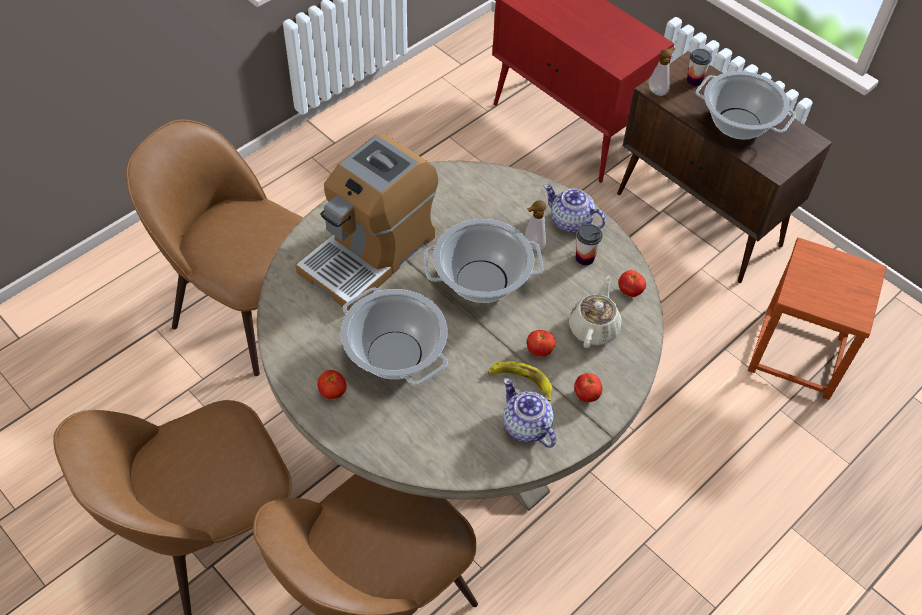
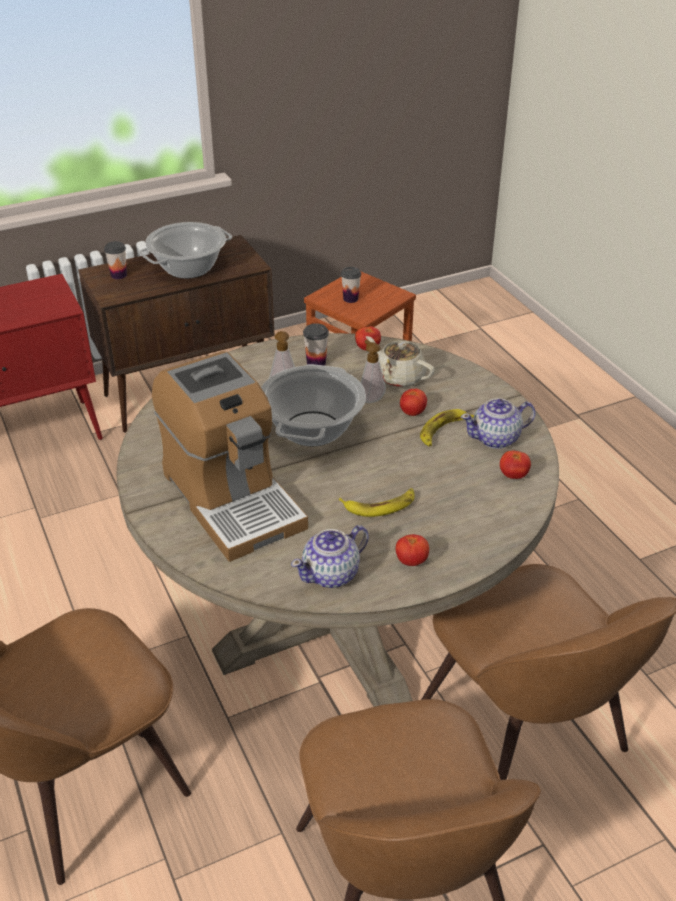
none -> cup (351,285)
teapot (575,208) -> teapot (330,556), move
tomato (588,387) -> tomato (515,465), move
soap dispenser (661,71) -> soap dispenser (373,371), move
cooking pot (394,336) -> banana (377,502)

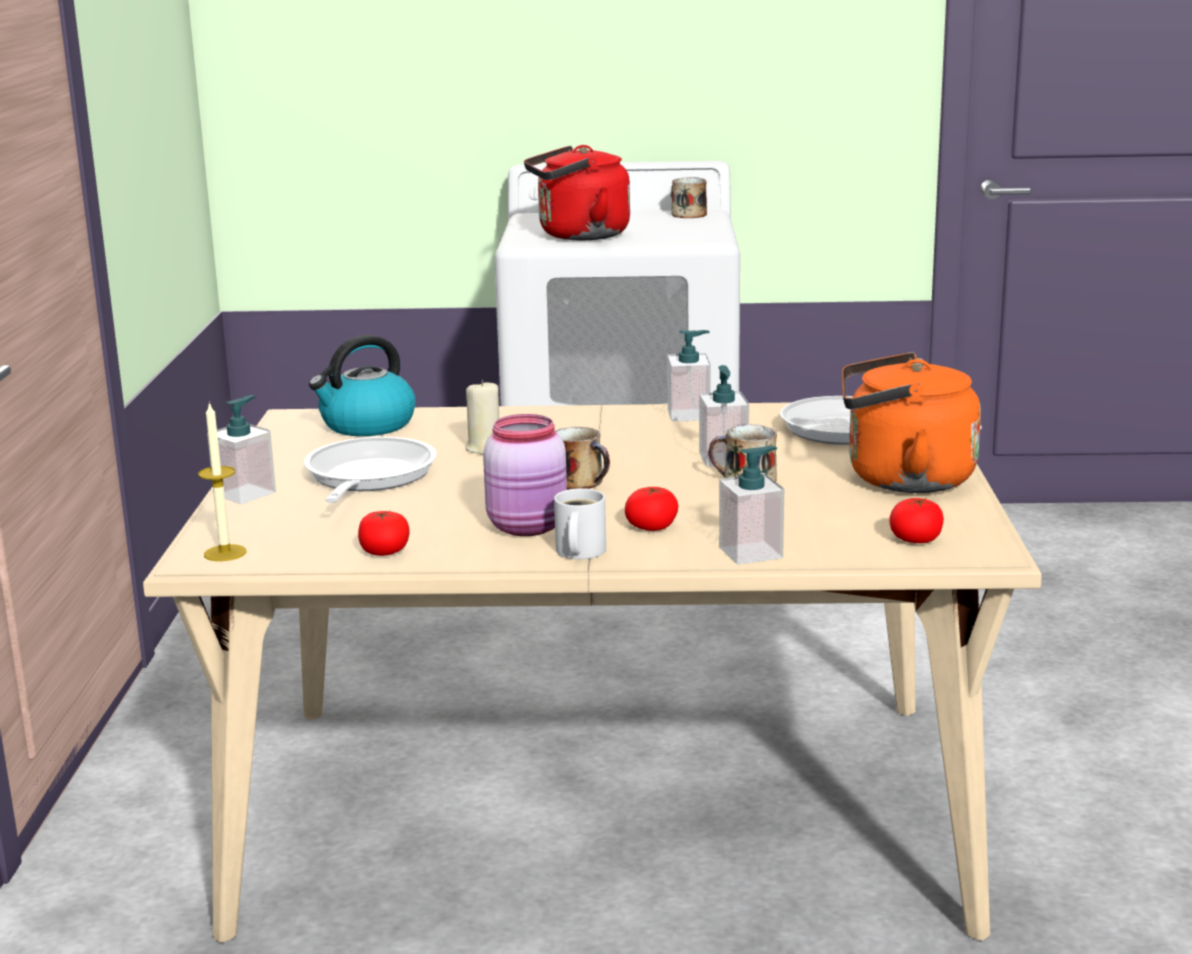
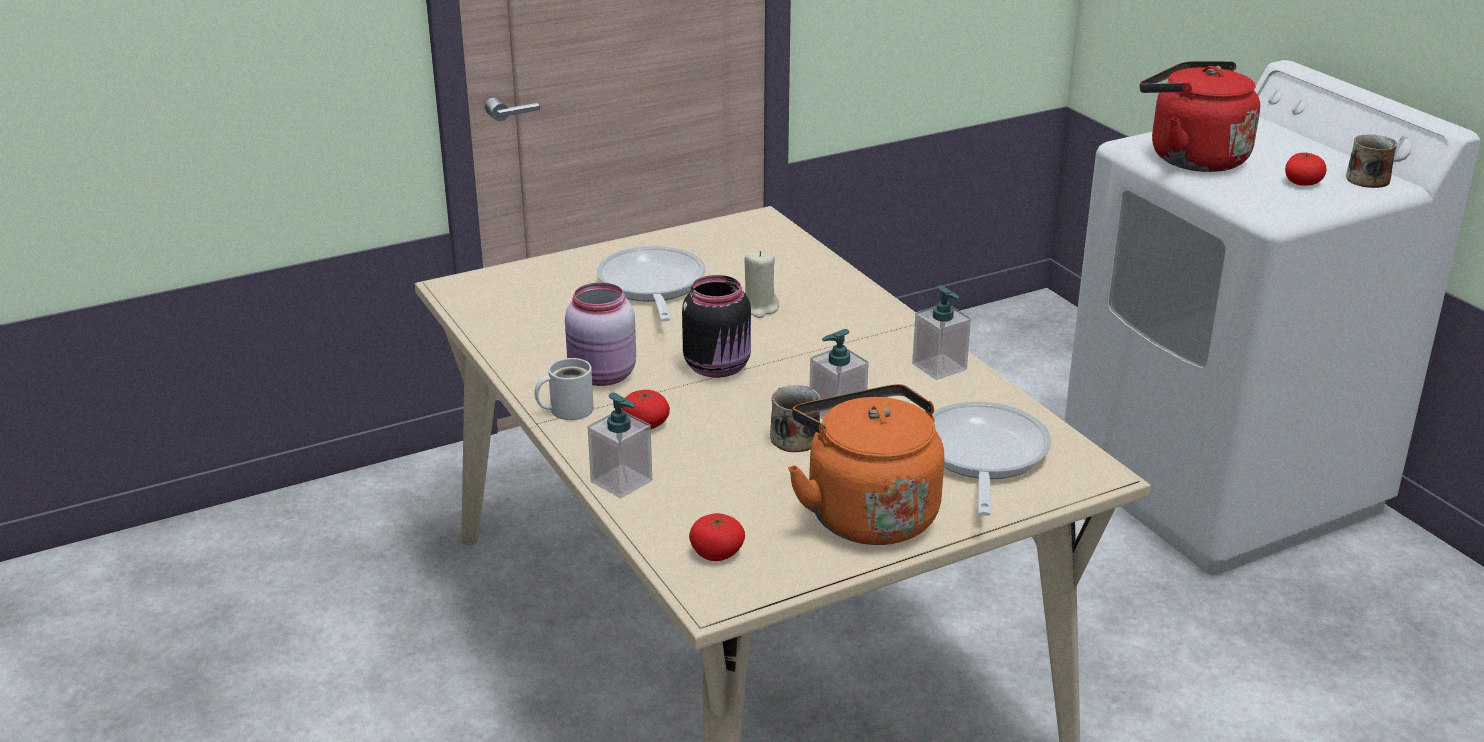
candle (222,481) -> none
soap dispenser (241,449) -> none
kettle (362,385) -> none
tomato (383,533) -> tomato (1306,169), move
mug (582,458) -> black jar (716,326)
frying pan (370,470) -> frying pan (651,283), 75 degrees counterclockwise

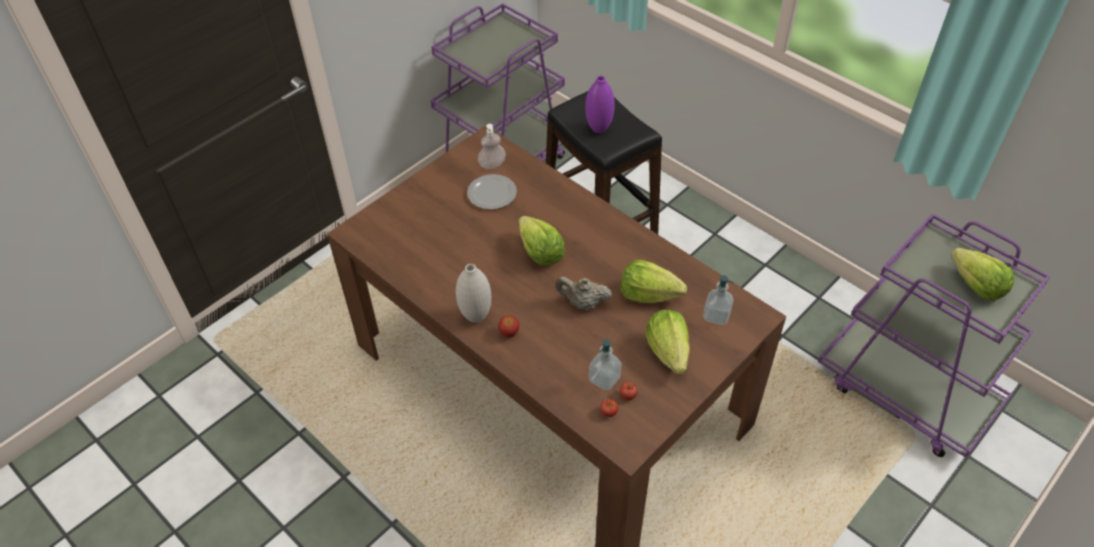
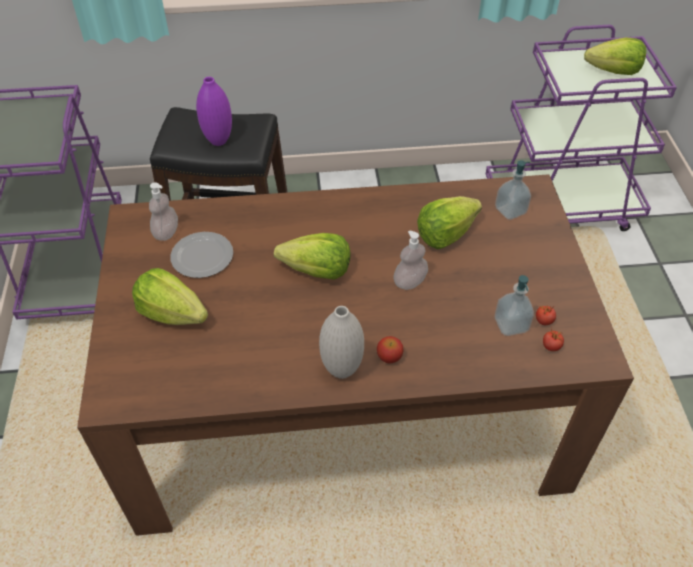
lettuce (667,342) -> lettuce (170,296), move
beige teapot (583,293) -> soap dispenser (410,260)

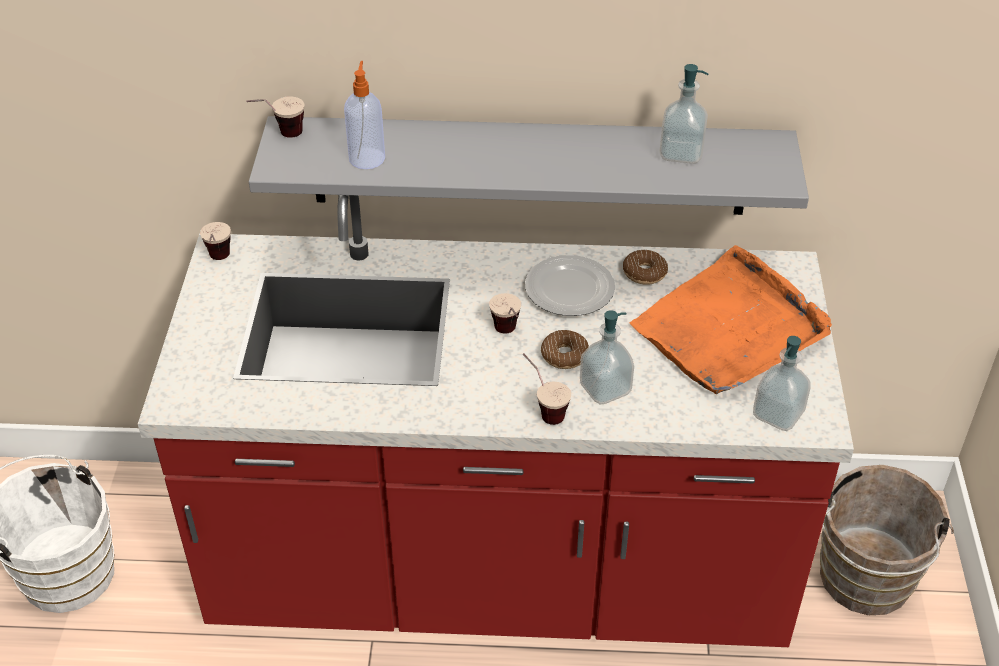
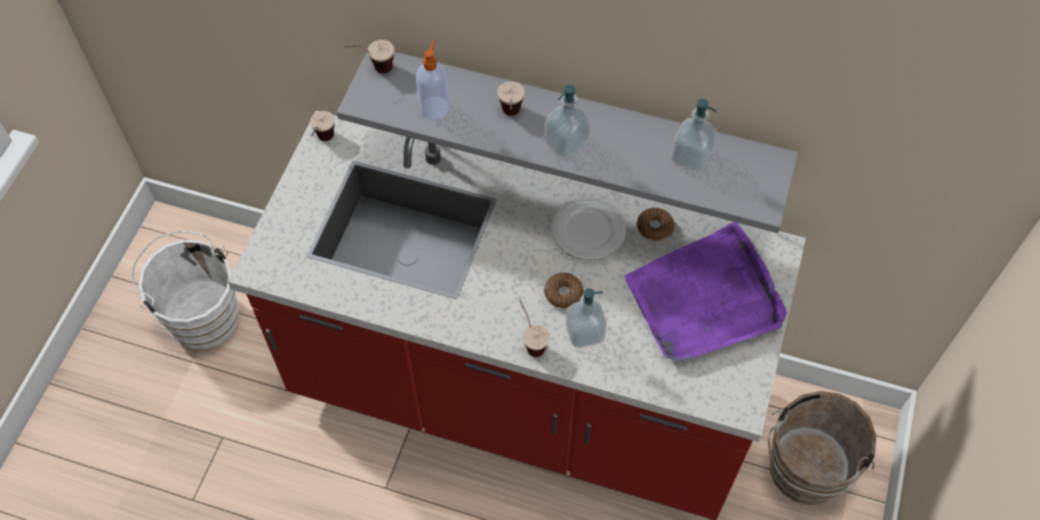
cup (505,313) -> cup (511,98), move
soap dispenser (782,383) -> soap dispenser (567,121), move
orange tray (731,320) -> purple tray (705,291)

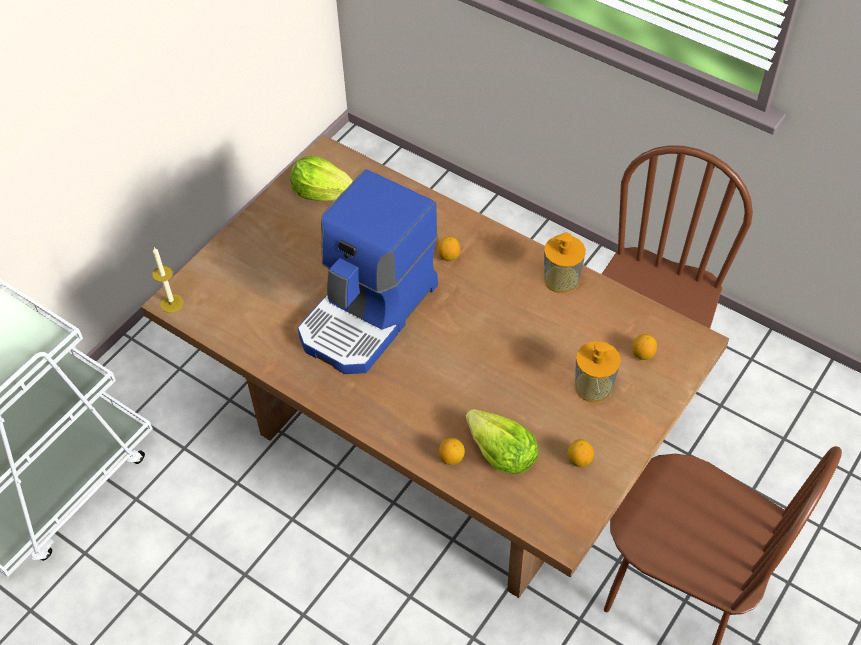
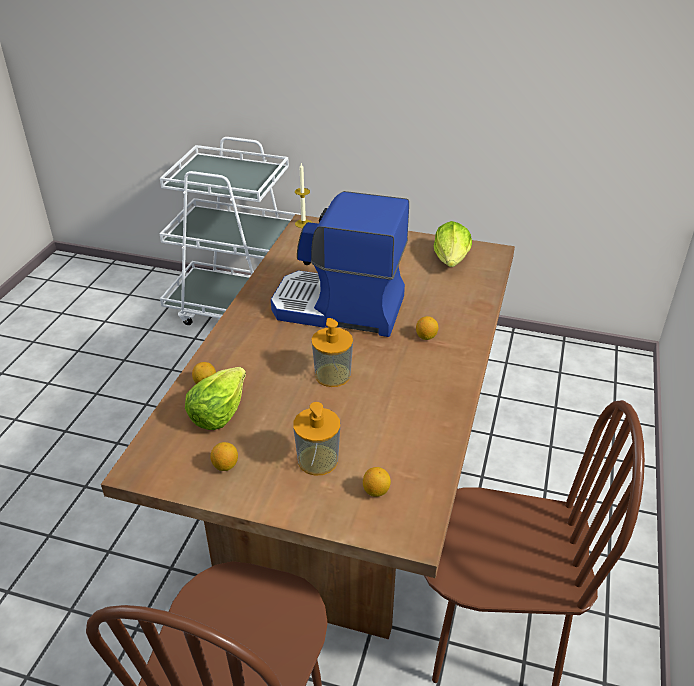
soap dispenser (565,263) -> soap dispenser (332,352), move

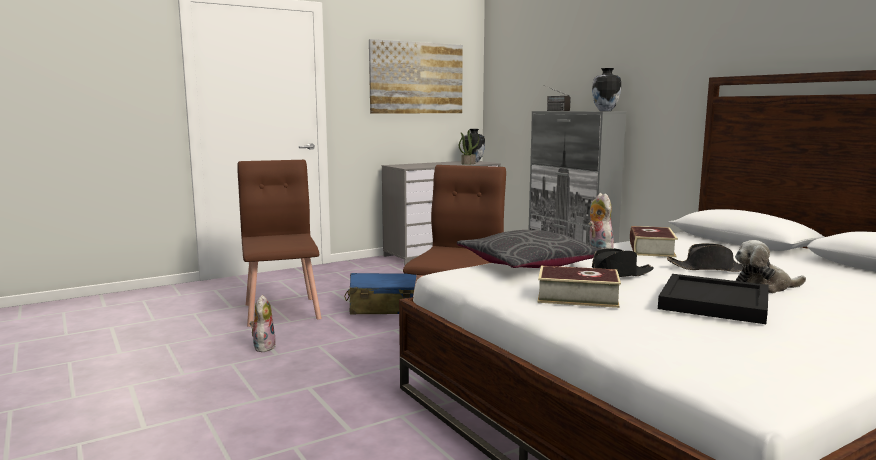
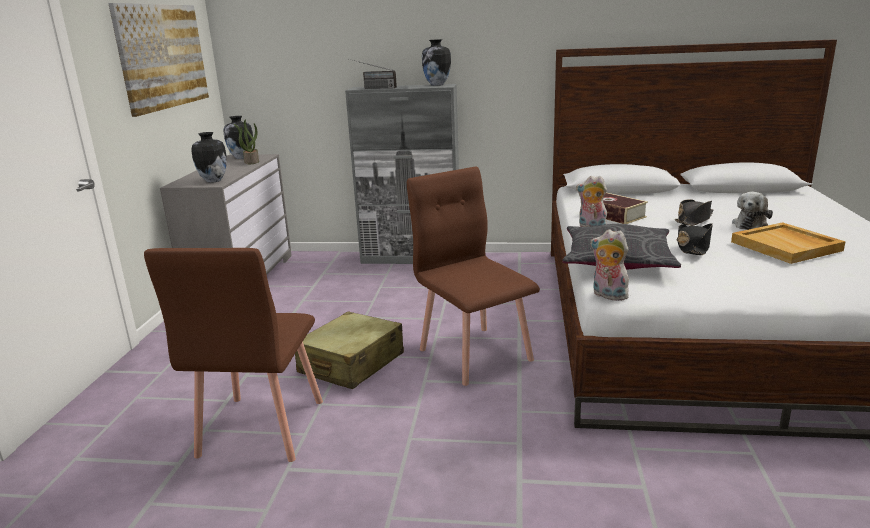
book (579,287) -> none
none -> vase (209,157)
plush toy (262,323) -> plush toy (609,265), move
blue suitcase (380,294) -> beige suitcase (349,350)
black tray (713,299) -> beige tray (788,243)
brown chair (279,243) -> brown chair (233,355), 105 degrees counterclockwise

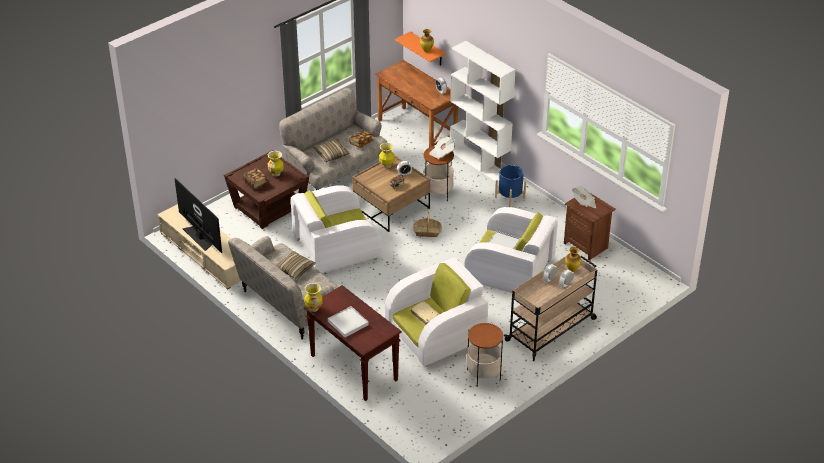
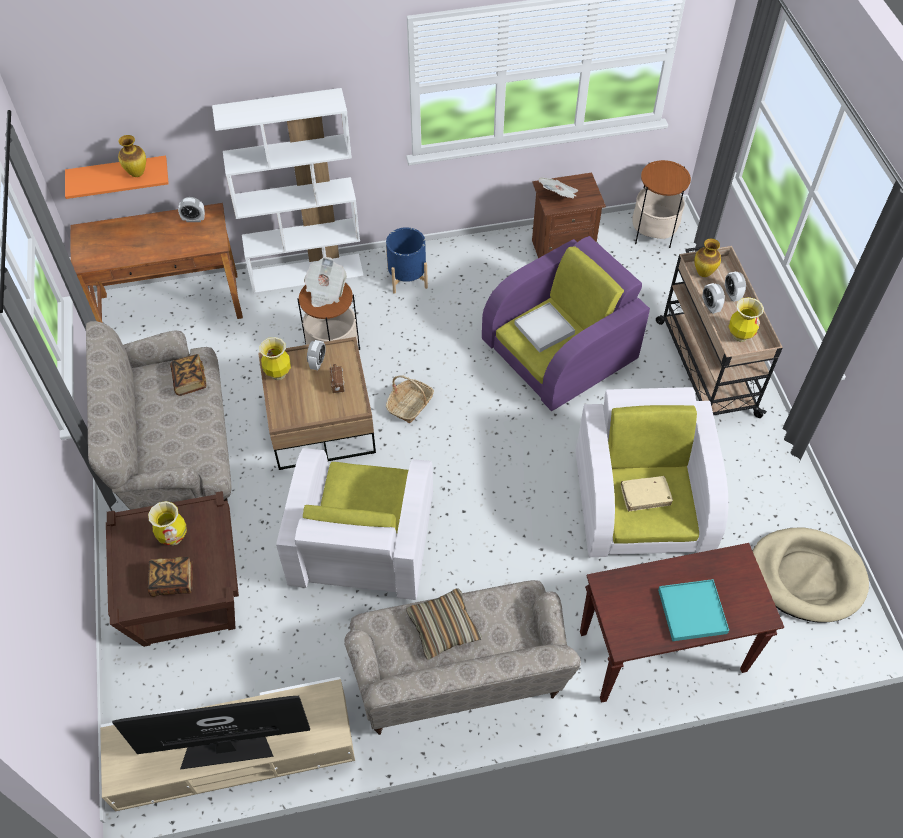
pillow (331,151) -> none
none -> beige dog bed (810,575)
vase (313,297) -> vase (746,319), move
side table (485,355) -> side table (661,204), move
white tray (348,321) -> turquoise tray (693,610)
white armchair (511,250) -> purple armchair (566,323)

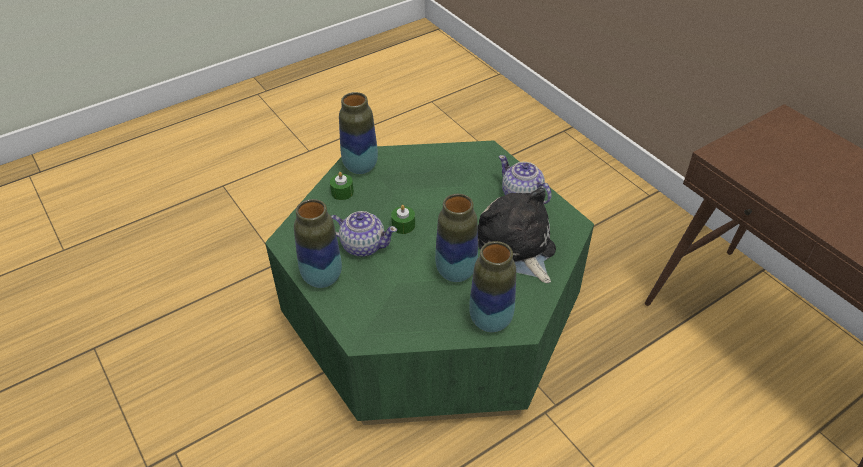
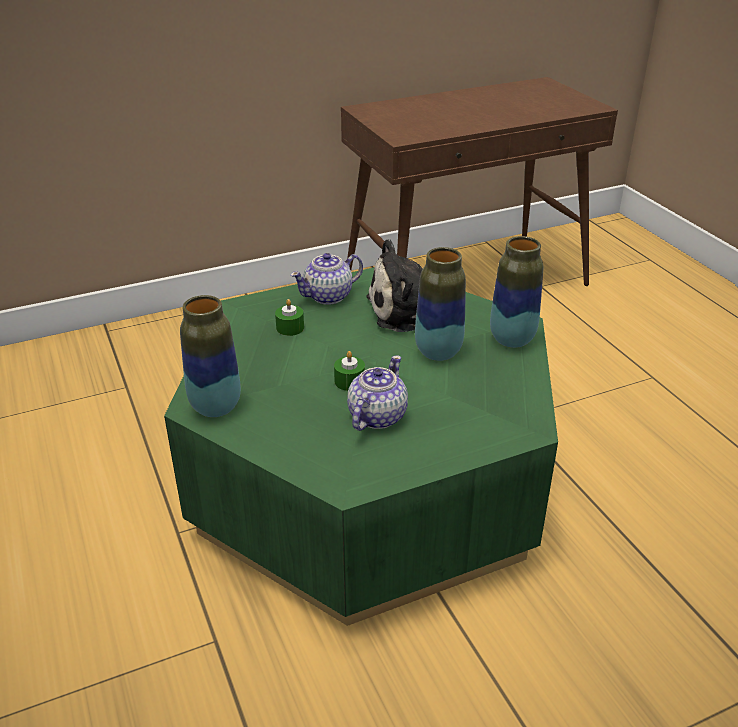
vase (318,243) -> none
green candle (342,186) -> green candle (289,317), move

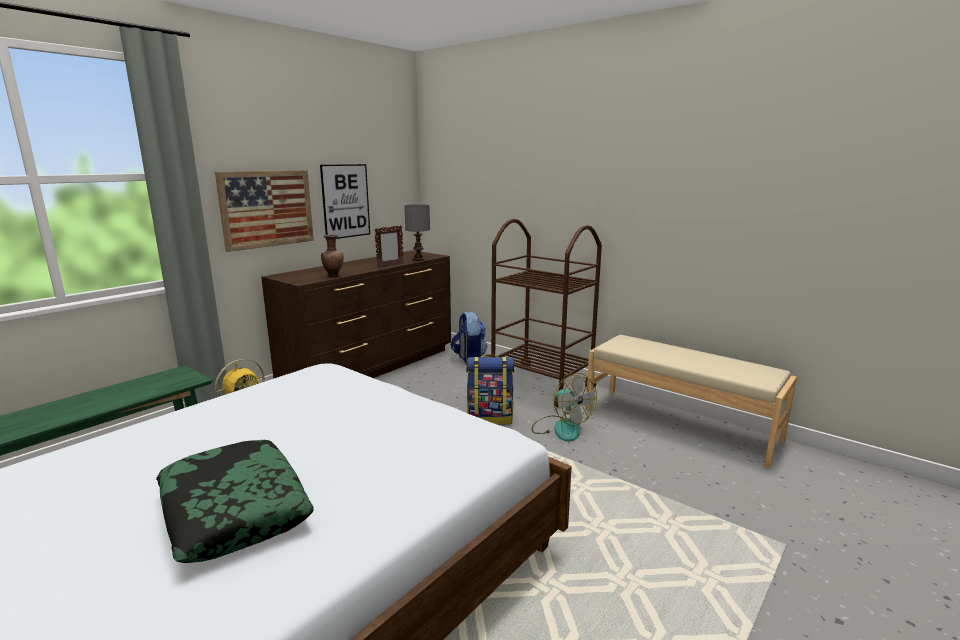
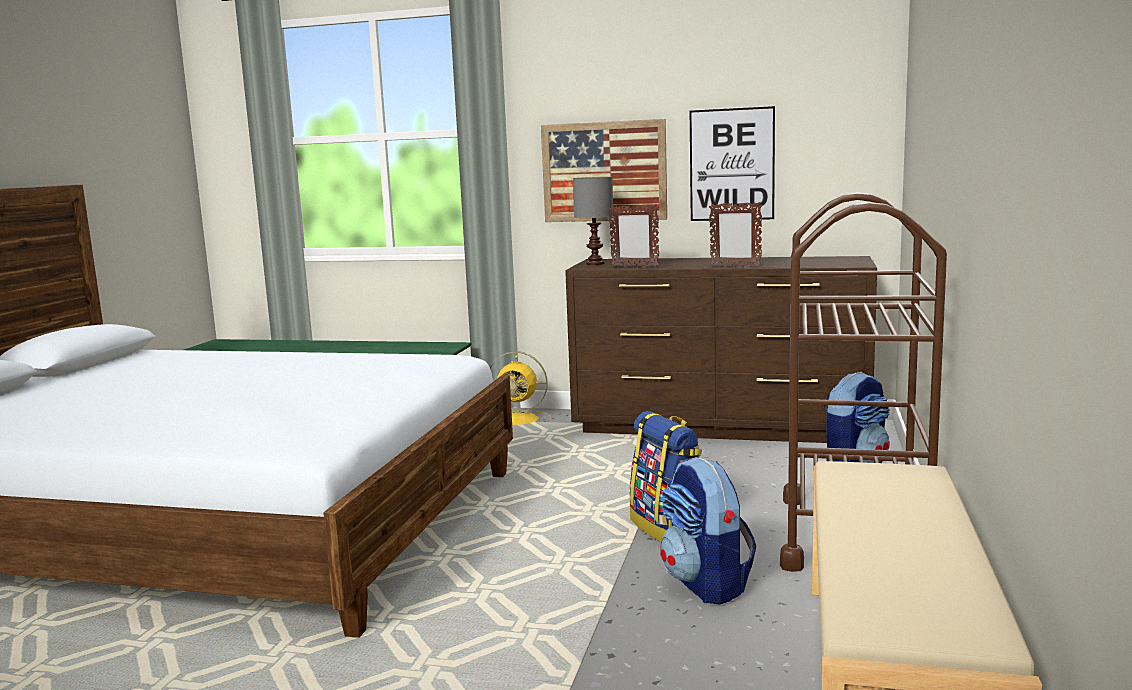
pillow (235,501) -> none
grey table lamp (417,232) -> grey table lamp (593,221), move
brown vase (332,256) -> picture frame (634,235)
fan (564,407) -> backpack (708,531)

